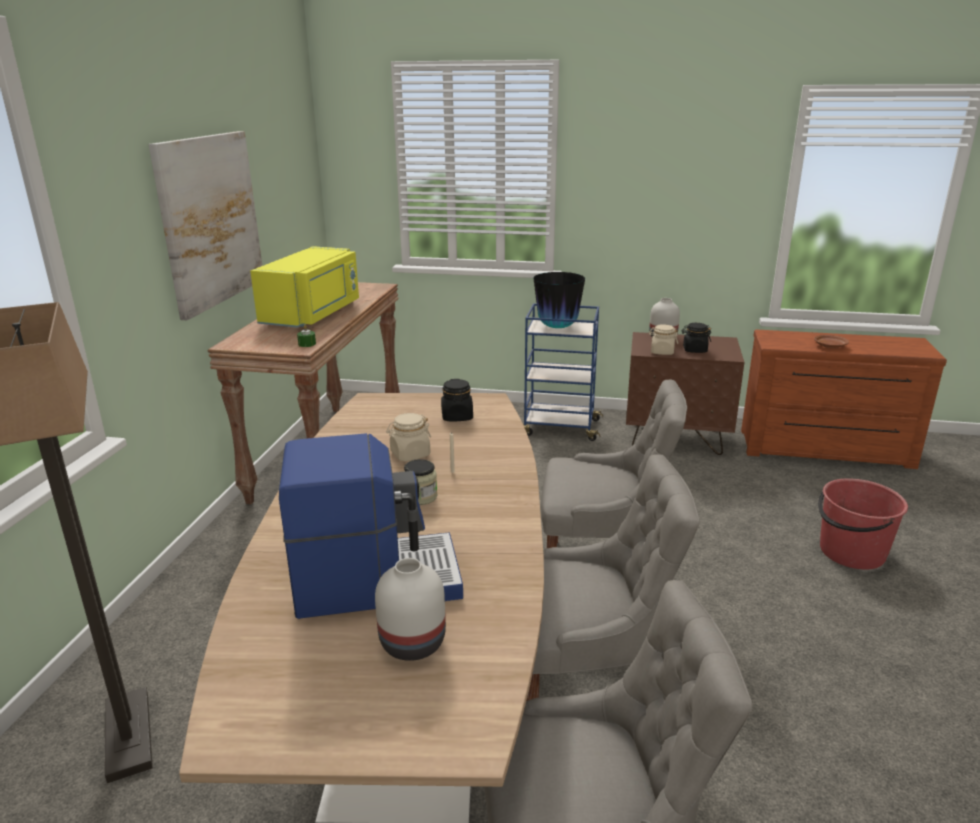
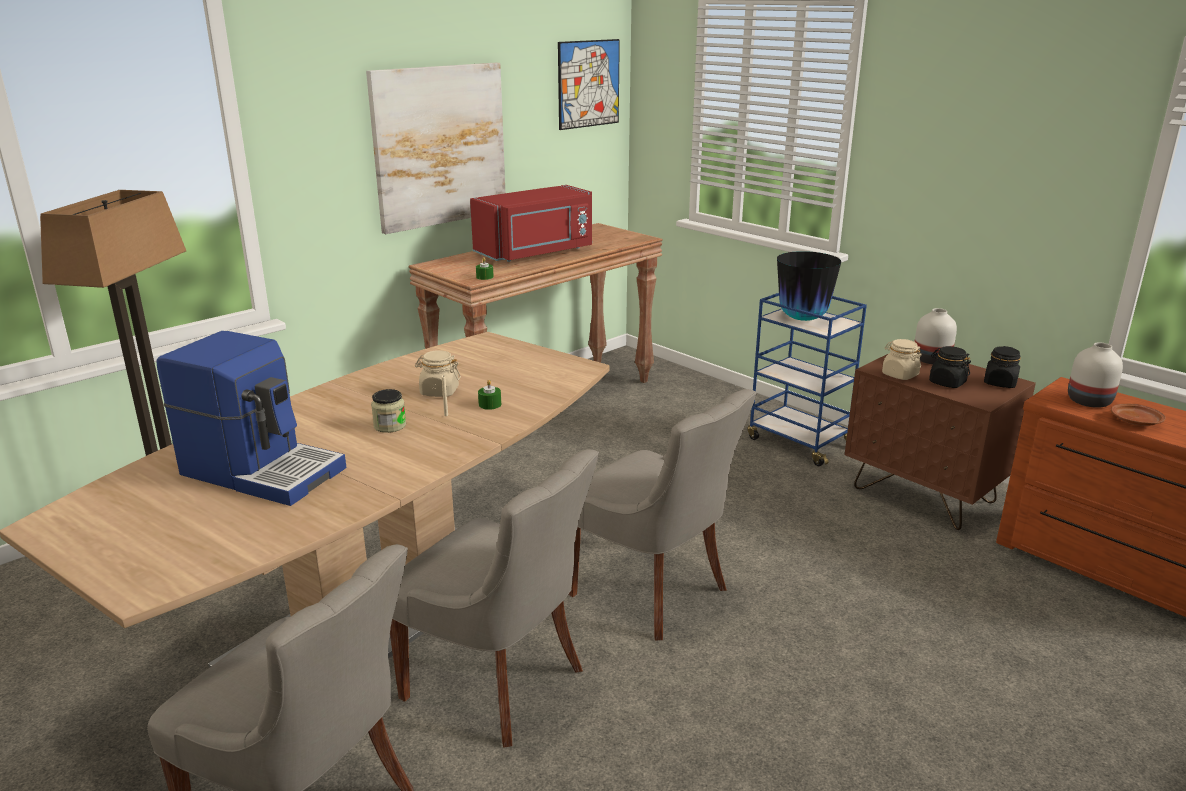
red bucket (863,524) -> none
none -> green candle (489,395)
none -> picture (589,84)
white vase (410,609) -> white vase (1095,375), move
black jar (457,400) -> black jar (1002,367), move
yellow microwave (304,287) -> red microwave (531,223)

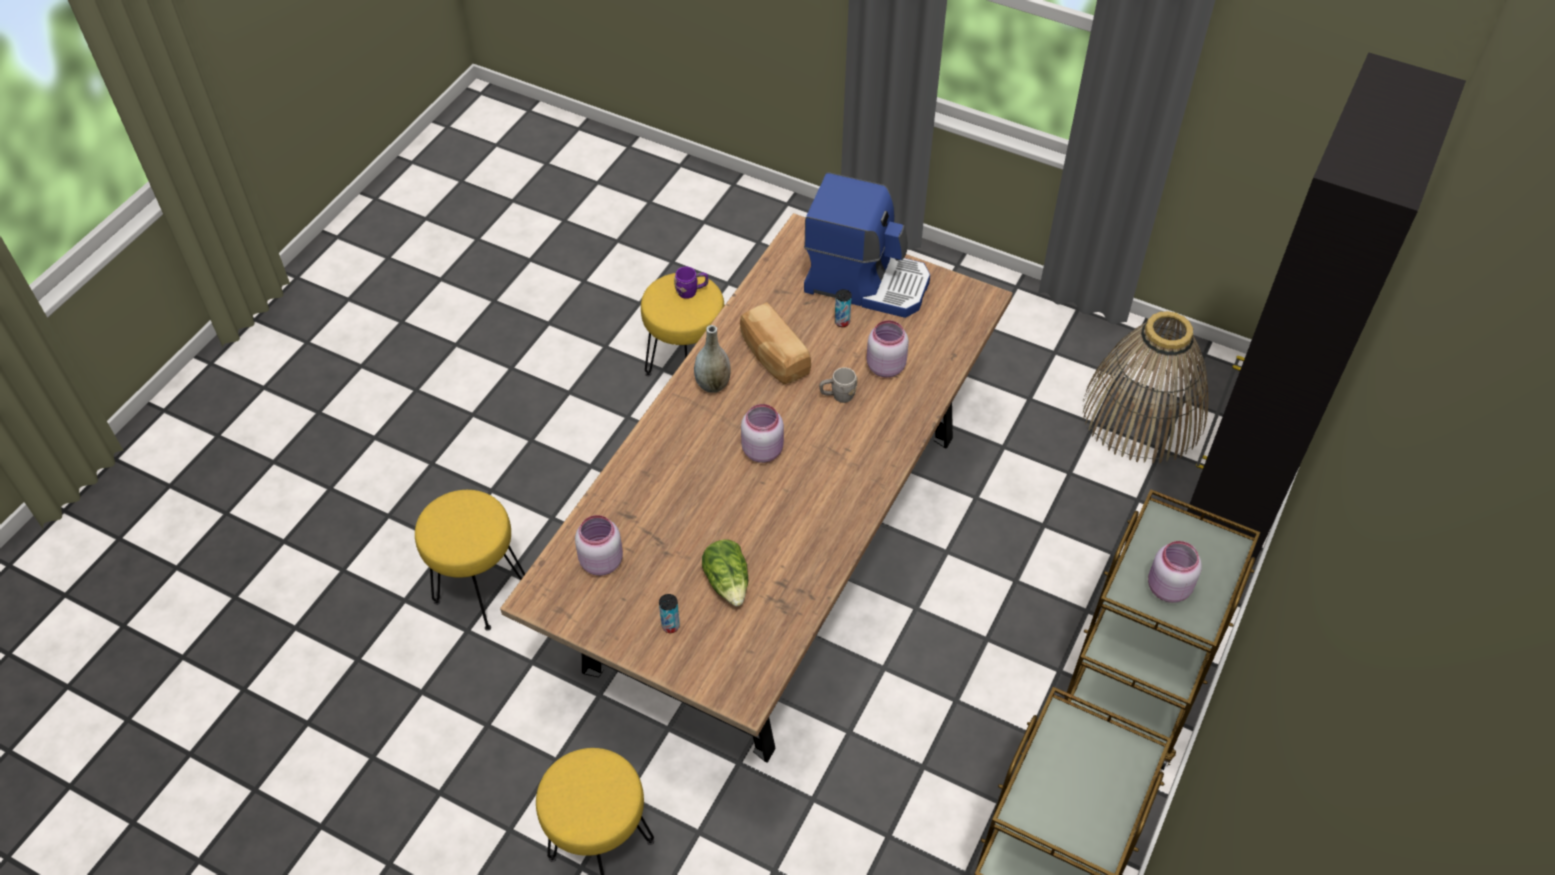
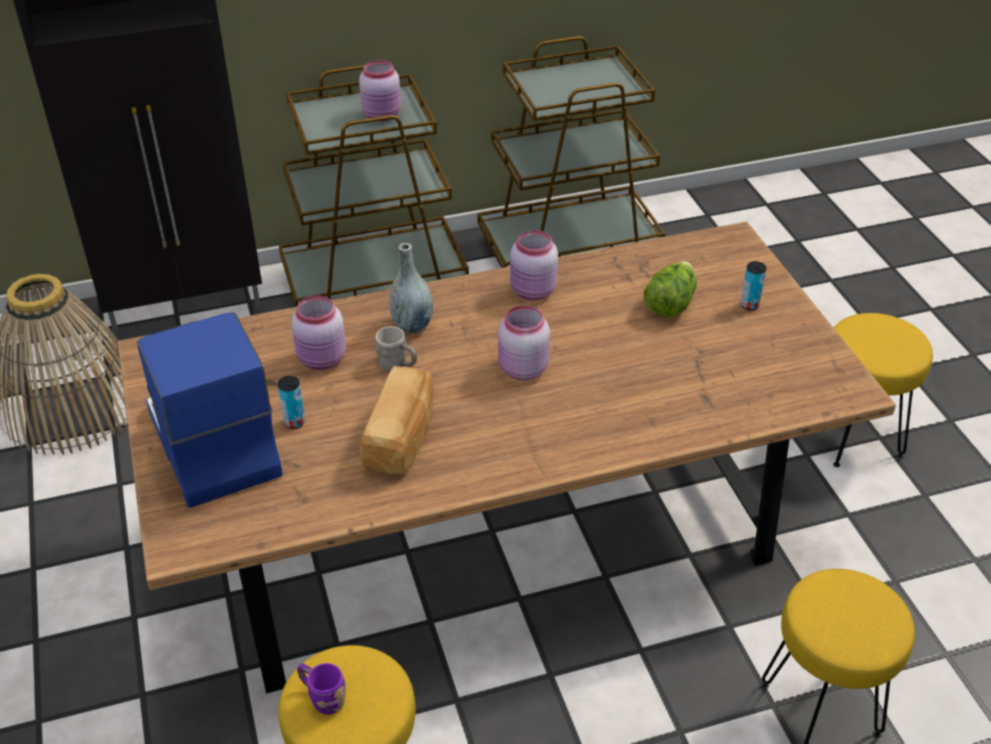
pink jar (599,545) -> pink jar (534,265), move
grey vase (712,359) -> grey vase (411,288), move

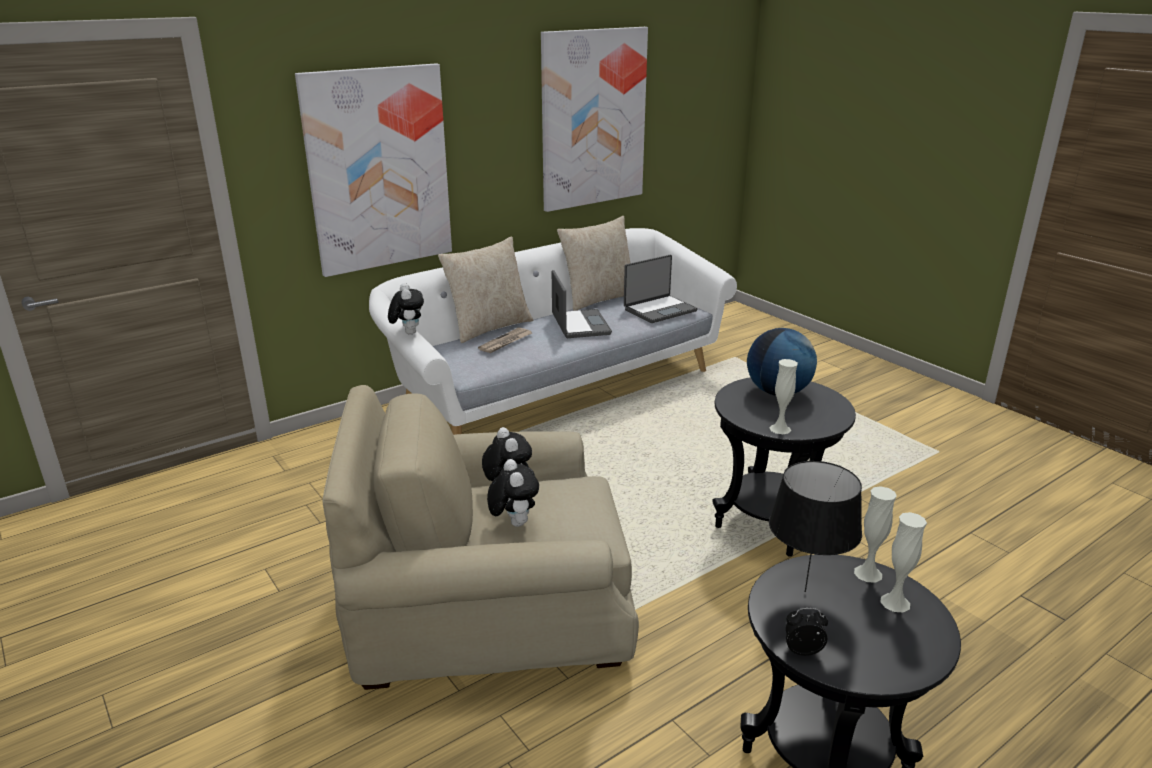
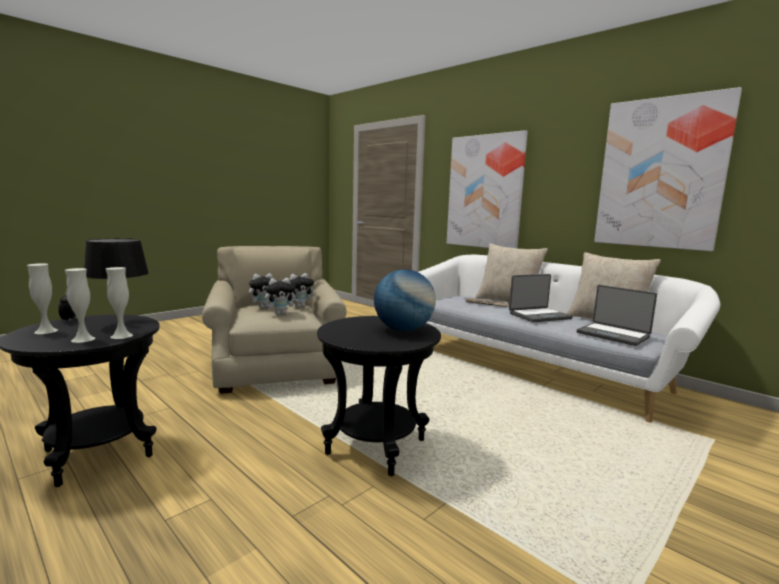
plush toy (406,309) -> plush toy (282,296), move
white vase (784,396) -> white vase (42,298), move

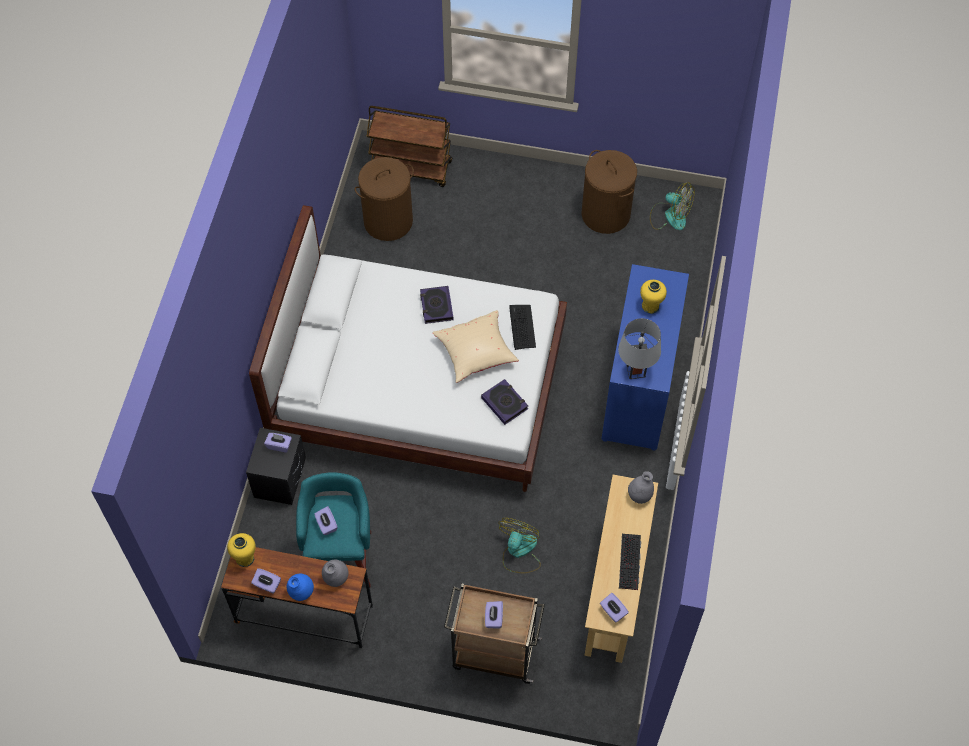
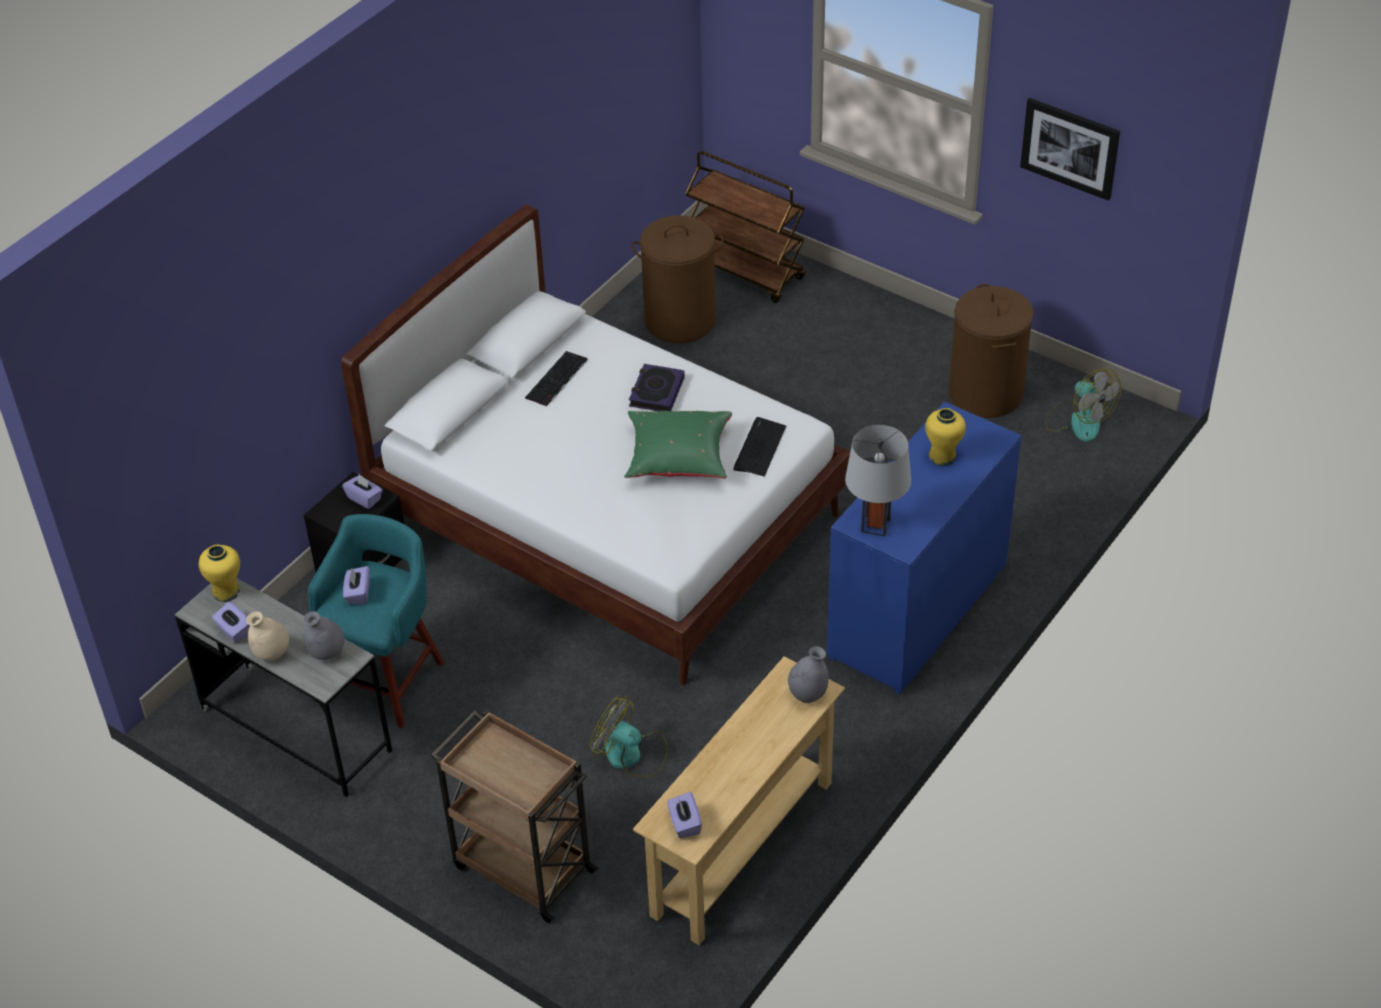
book (504,402) -> none
purple tissue box (494,615) -> none
none -> picture (1070,149)
keyboard (630,562) -> keyboard (556,379), move
brown desk (297,597) -> grey desk (283,687)
blue vase (300,587) -> beige vase (268,636)
beige pillow (475,346) -> green pillow (678,444)
fan (519,545) -> fan (628,736), 105 degrees counterclockwise

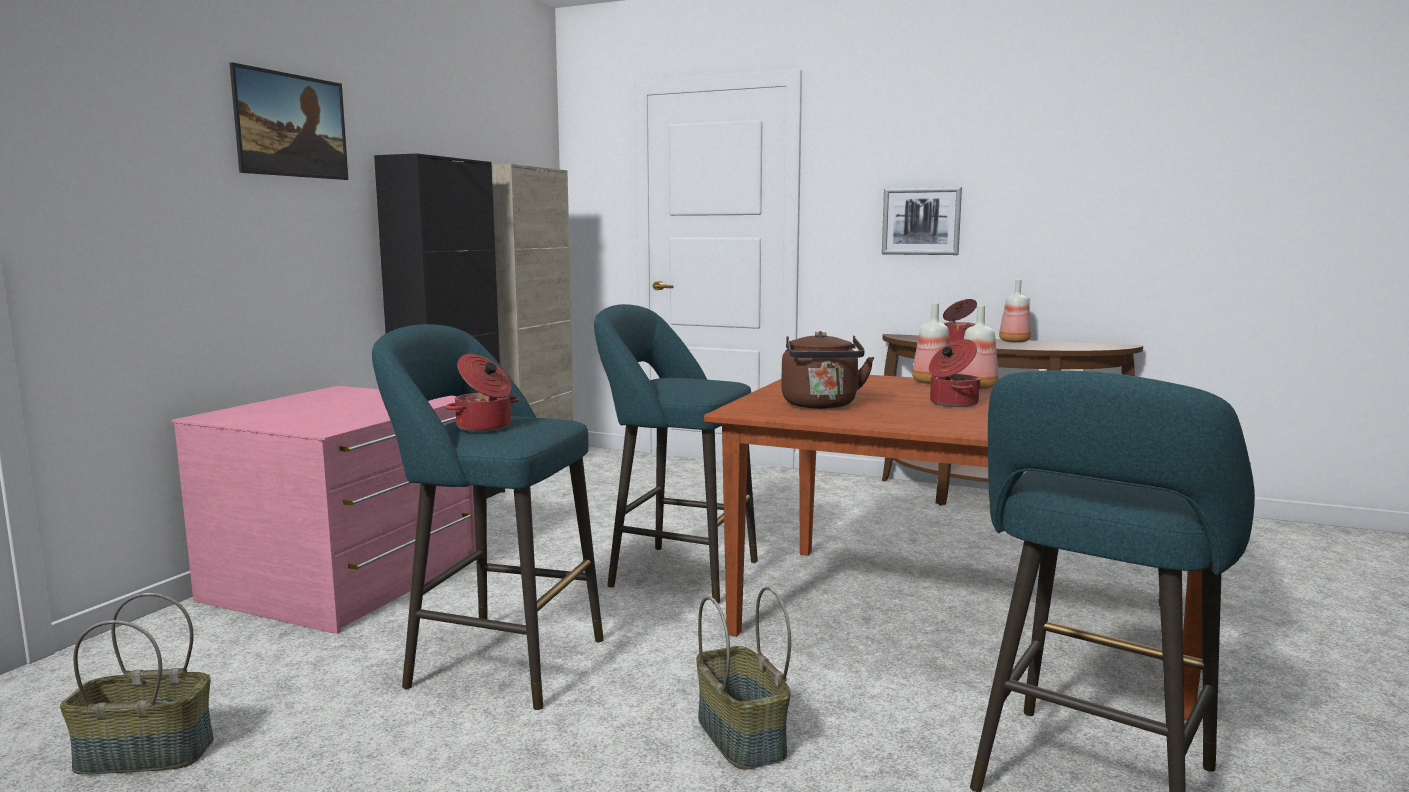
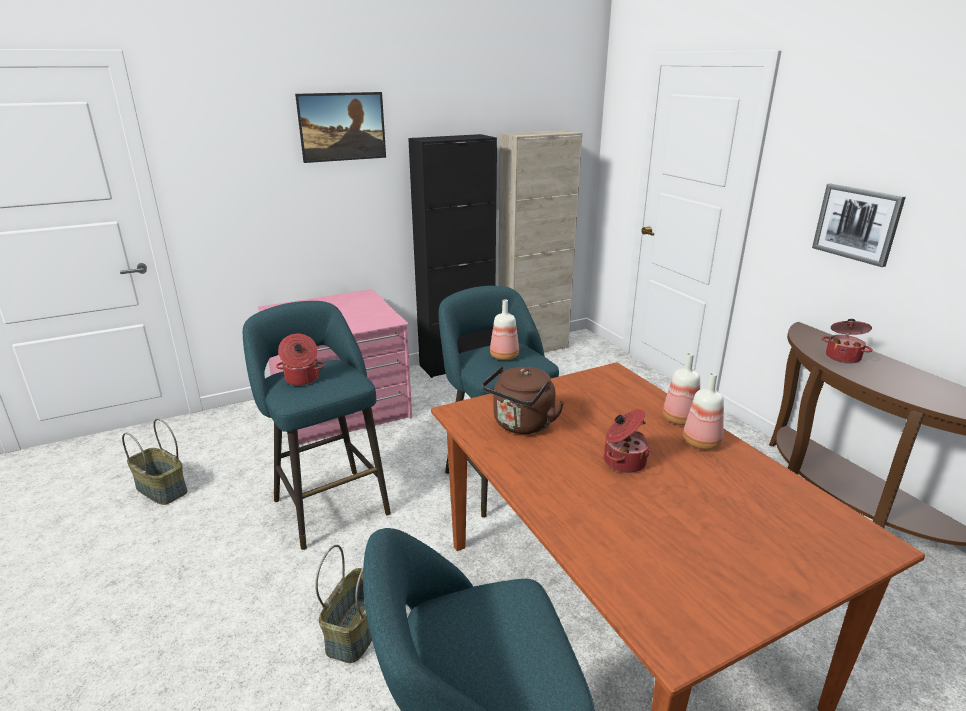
bottle (1015,311) -> bottle (504,329), move

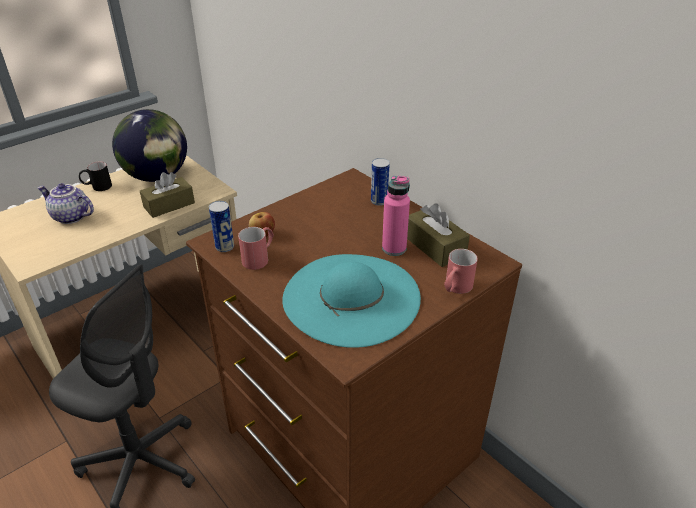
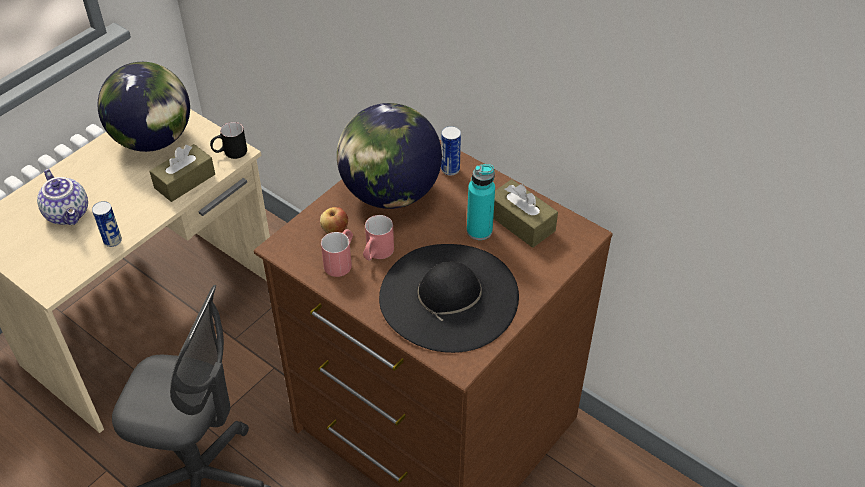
none -> globe (389,156)
black mug (95,176) -> black mug (228,140), move
can (221,226) -> can (107,224), move
red mug (461,271) -> red mug (378,237), move
turquoise hat (351,301) -> black hat (449,298)
pink bottle (396,216) -> turquoise bottle (481,202)
teapot (65,203) -> teapot (62,197), 135 degrees counterclockwise

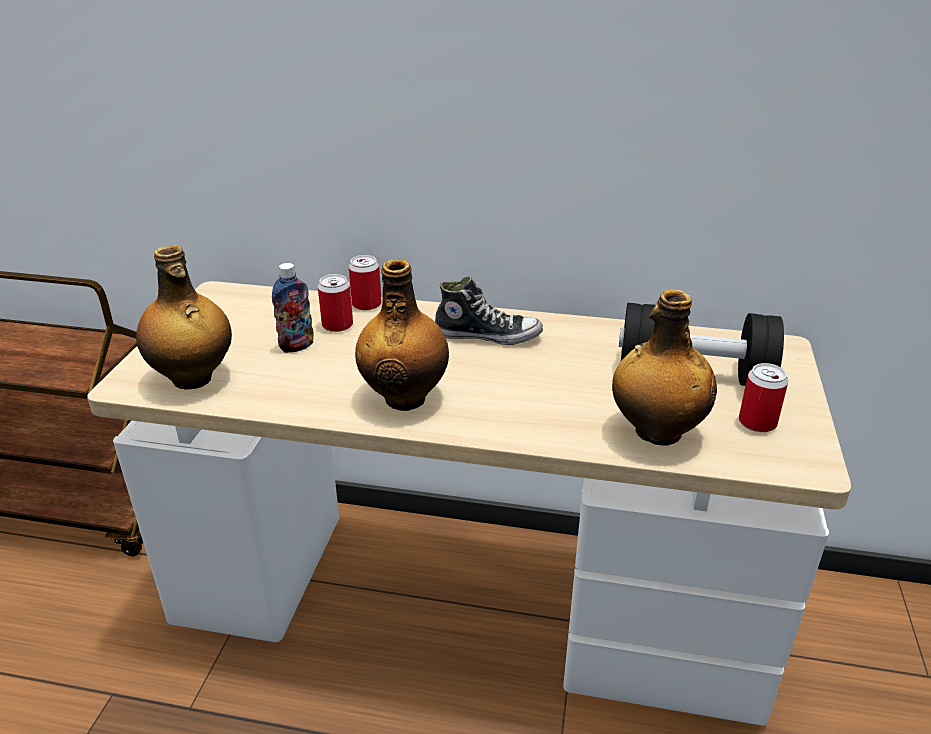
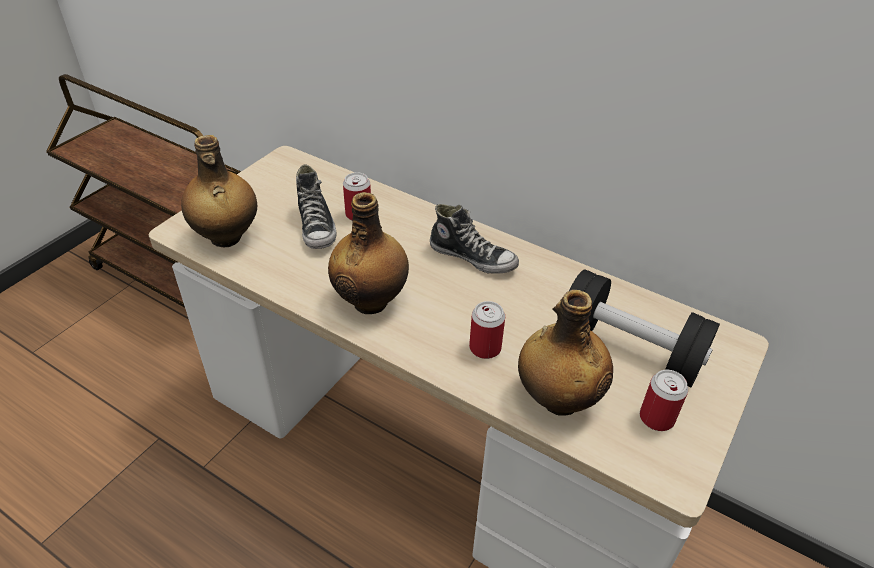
can (365,282) -> can (487,330), move
bottle (293,308) -> shoe (316,206)

